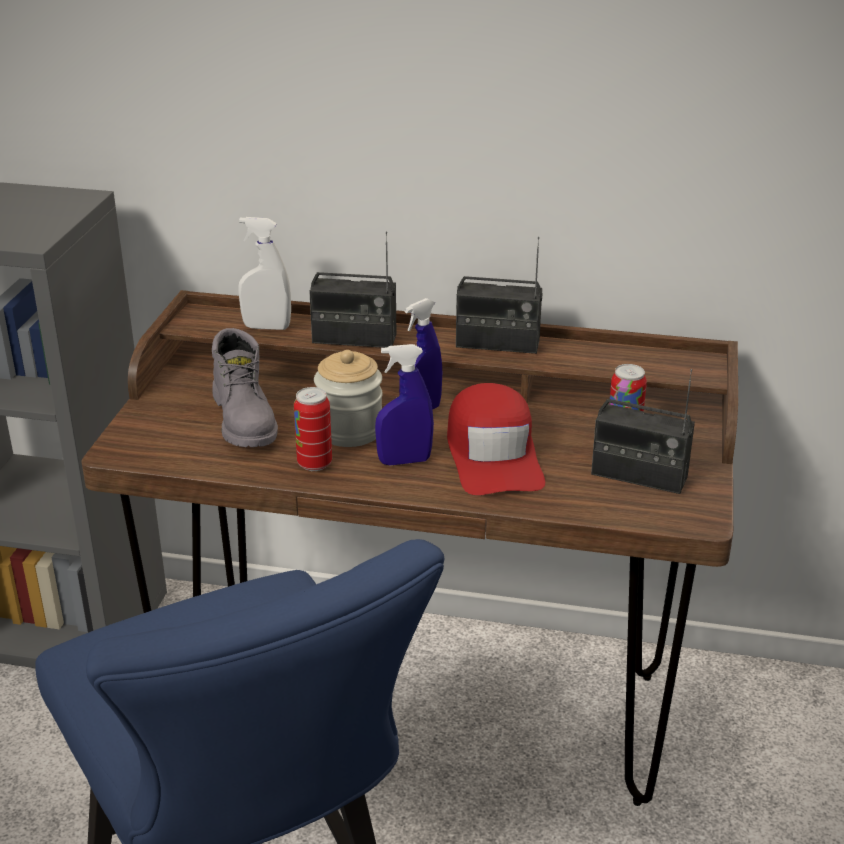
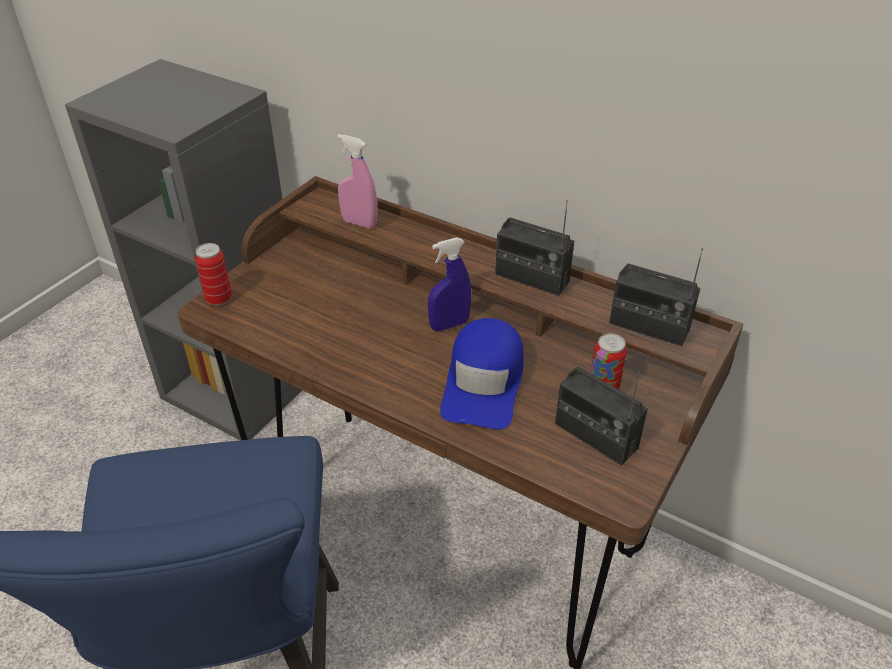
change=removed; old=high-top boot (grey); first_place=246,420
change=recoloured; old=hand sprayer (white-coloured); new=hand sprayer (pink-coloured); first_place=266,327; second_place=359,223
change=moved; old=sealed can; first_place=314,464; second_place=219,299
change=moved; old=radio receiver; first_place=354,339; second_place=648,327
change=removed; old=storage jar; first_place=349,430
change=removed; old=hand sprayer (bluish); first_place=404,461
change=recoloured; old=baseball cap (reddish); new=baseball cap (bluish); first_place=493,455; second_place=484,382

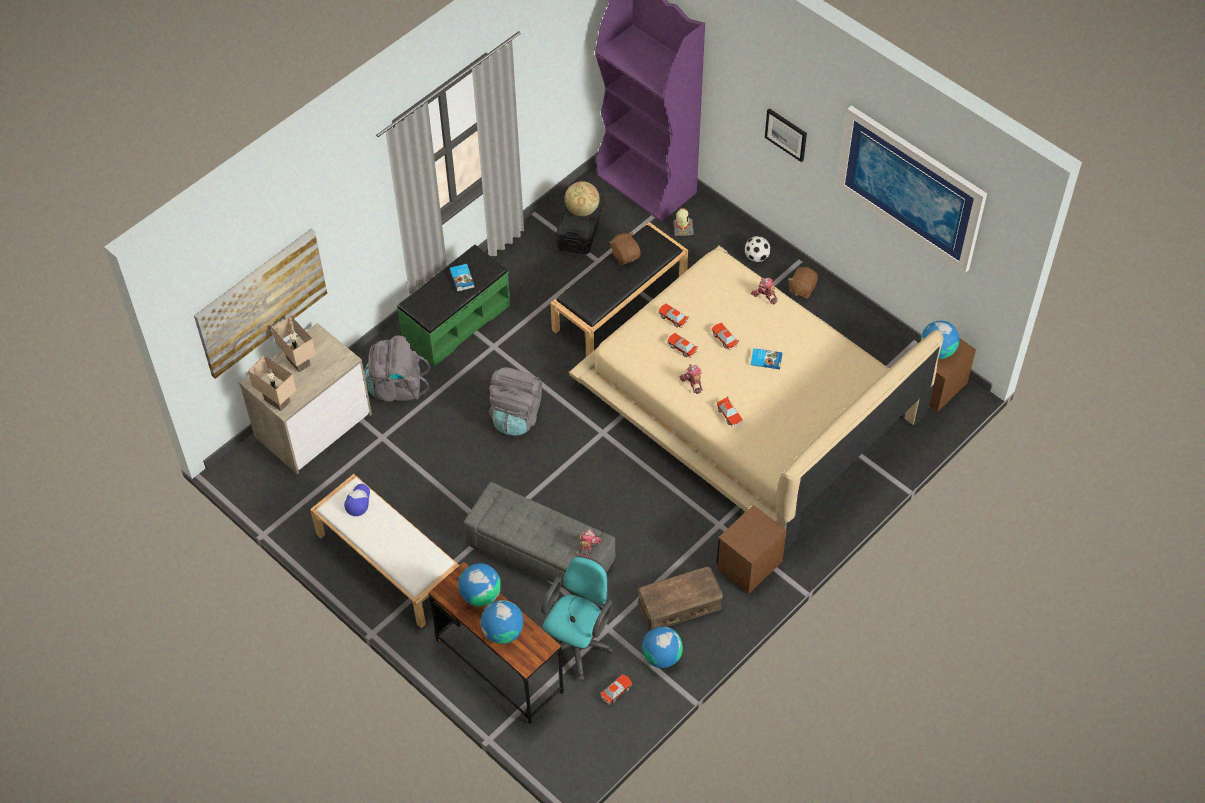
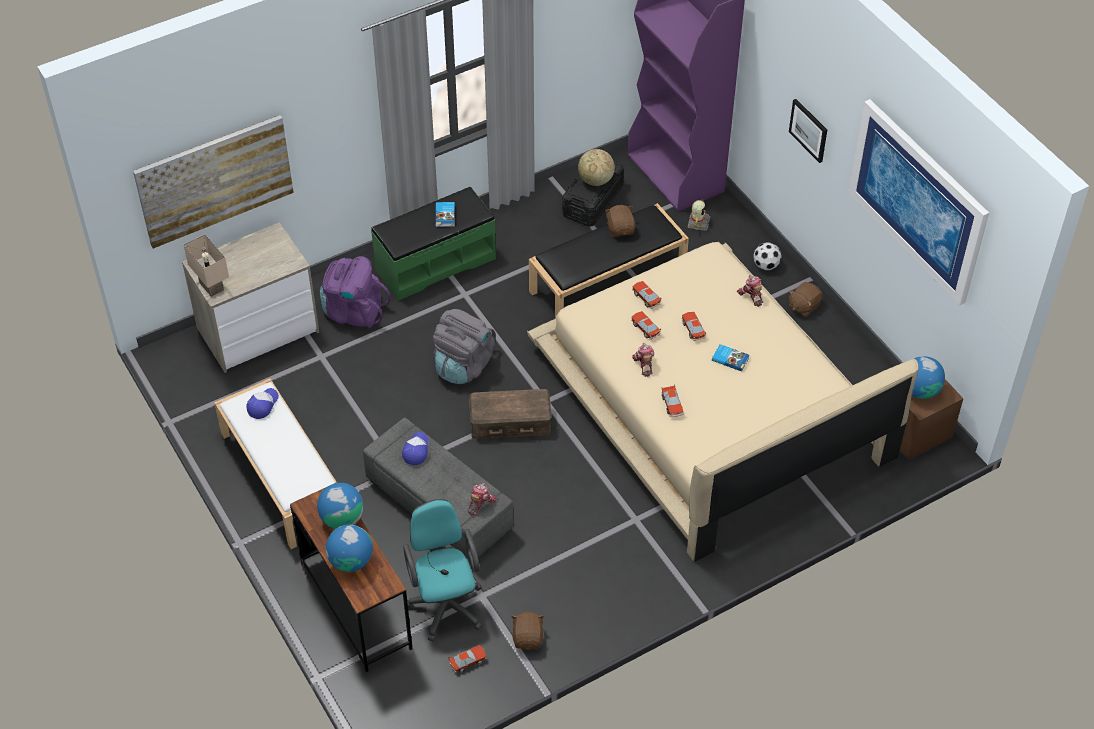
change=removed; old=lamp for a table (sand-coloured); first_place=297,362
change=recoloured; old=knapsack (grey); new=knapsack (purple); first_place=396,387; second_place=353,312
change=turned; old=office chair (turquoise); first_place=578,643; second_place=445,603; degrees=-60
change=moved; old=storage bin (brownish); first_place=679,605; second_place=510,422
change=replaced; old=world globe; new=plush toy (brownish); first_place=662,656; second_place=528,638
change=removed; old=night table (brownish); first_place=749,565
change=added; new=baseball cap; second_place=416,450

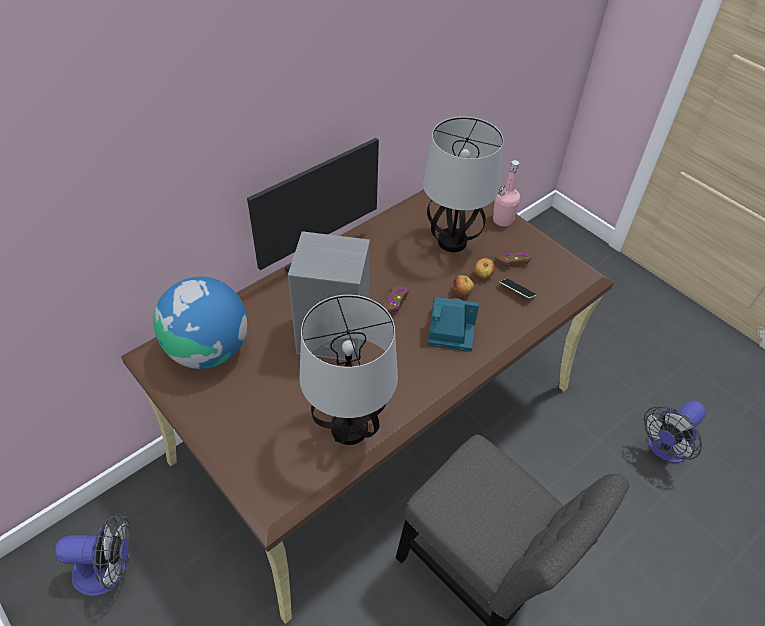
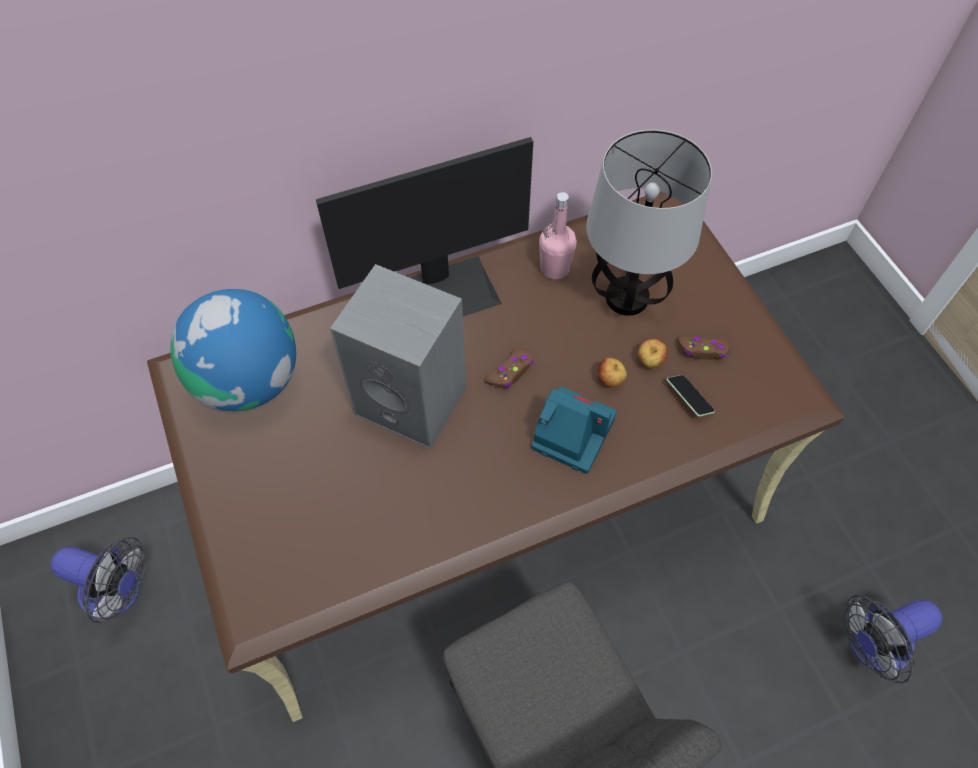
change=removed; old=lamp for a table; first_place=349,427
change=moved; old=bottle (pink-coloured); first_place=502,220; second_place=555,268

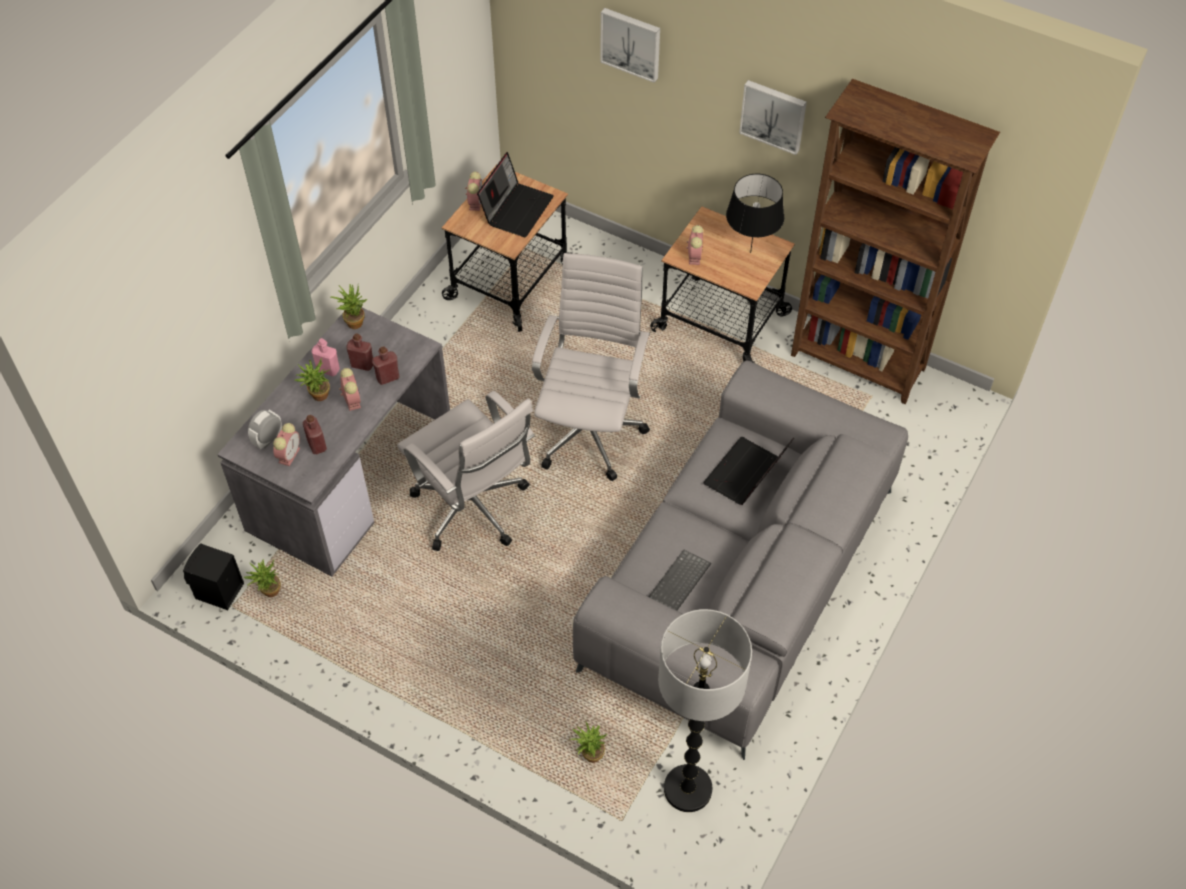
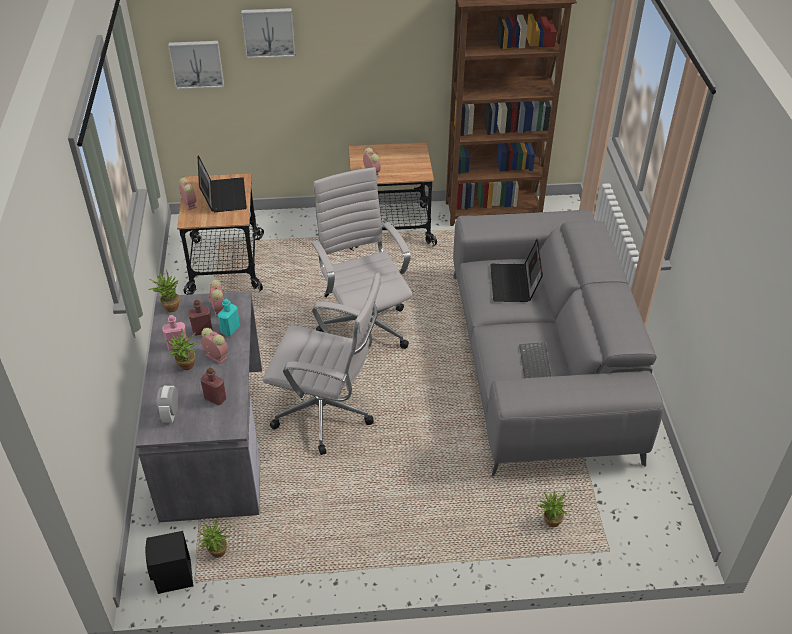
change=moved; old=table clock; first_place=289,454; second_place=219,308
change=recoloured; old=bottle (reddish); new=bottle (turquoise); first_place=388,377; second_place=230,329
change=removed; old=standing lamp; first_place=688,789
change=removed; old=lamp for a table (black-coloured); first_place=750,252
change=moved; old=picture; first_place=774,115; second_place=196,63

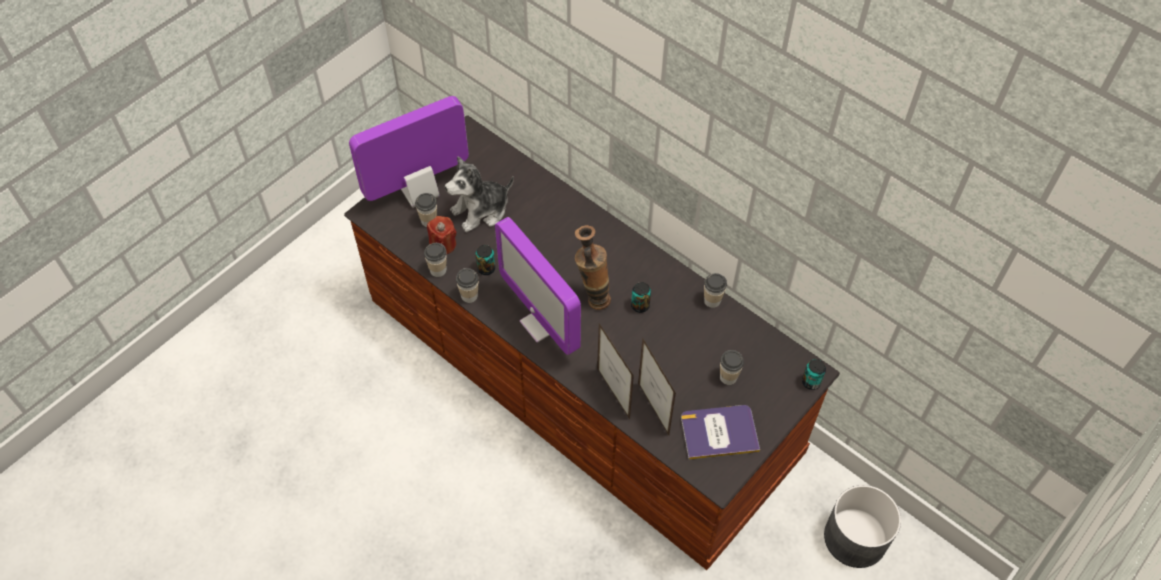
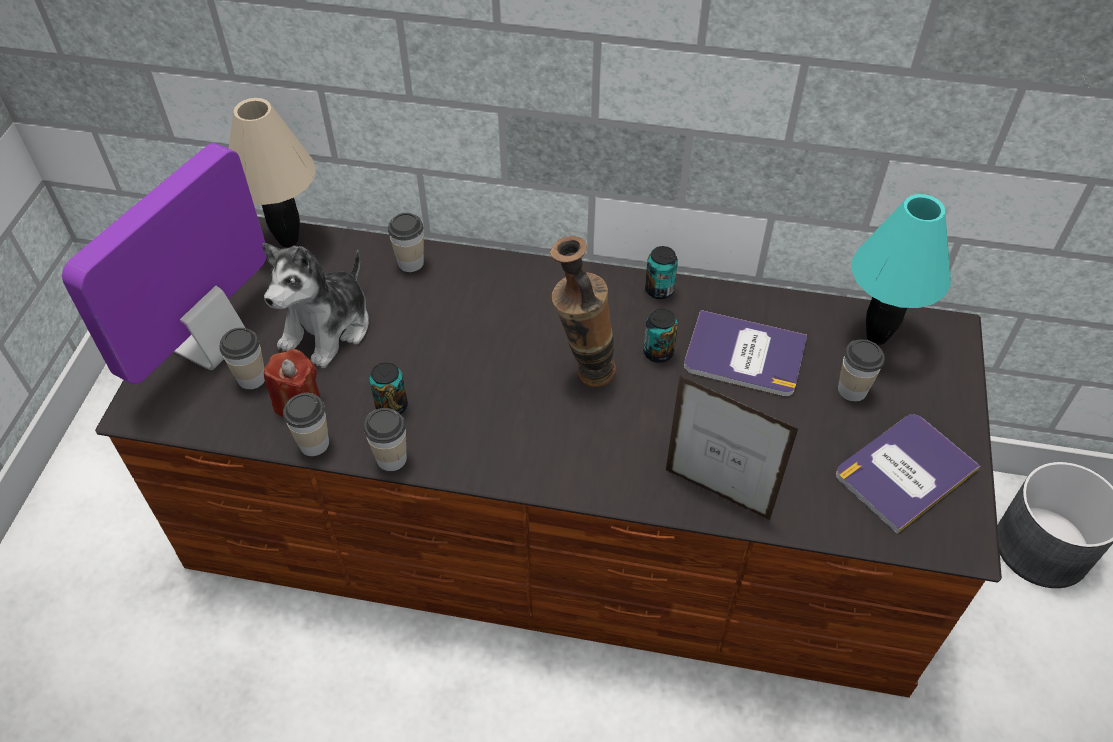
change=removed; old=computer display; first_place=542,323
change=removed; old=photo frame; first_place=653,409
change=moved; old=drinking cup; first_place=712,300; second_place=410,262
change=moved; old=sealed can; first_place=811,382; second_place=659,290
change=added; new=lamp for a table (sand-coloured); second_place=288,241
change=added; new=volume; second_place=744,355
change=added; new=lamp for a table (turquoise); second_place=876,336

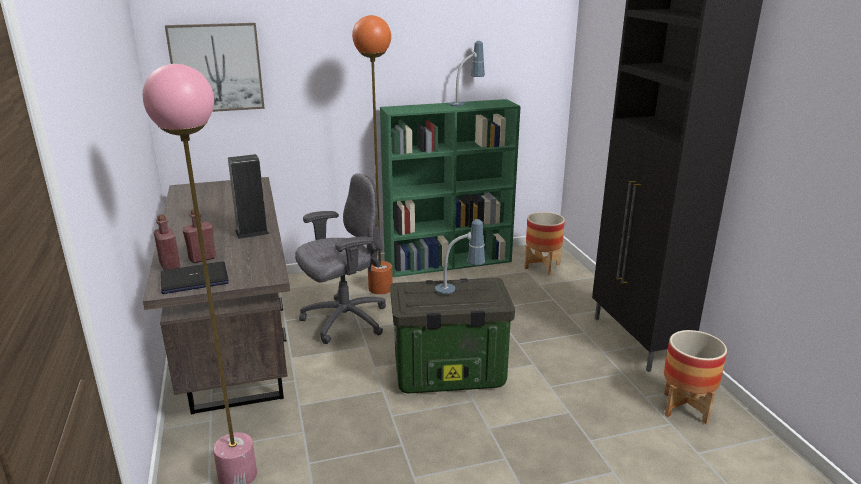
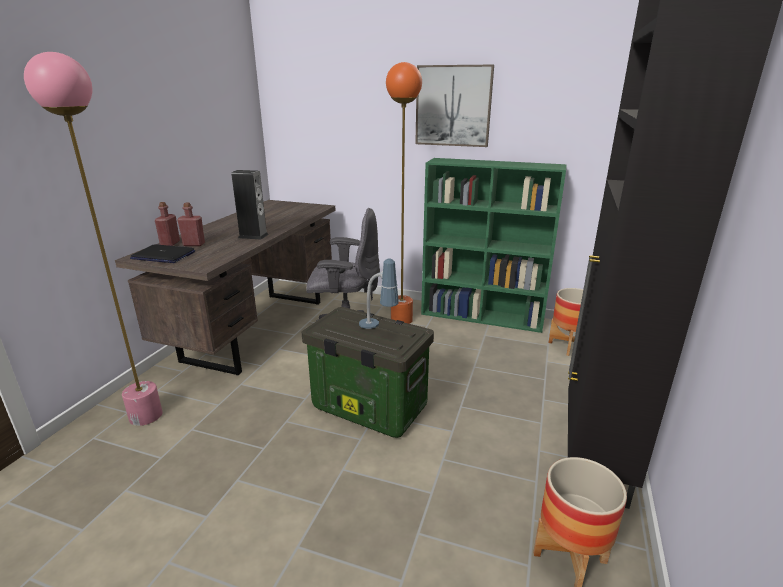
change=moved; old=picture; first_place=216,67; second_place=453,106
change=removed; old=lamp for a table; first_place=466,103

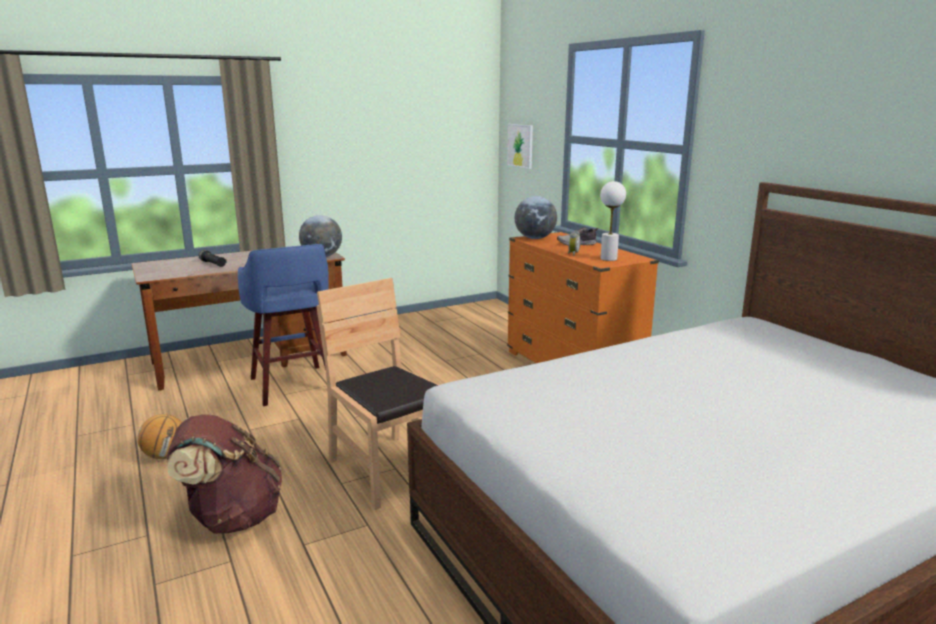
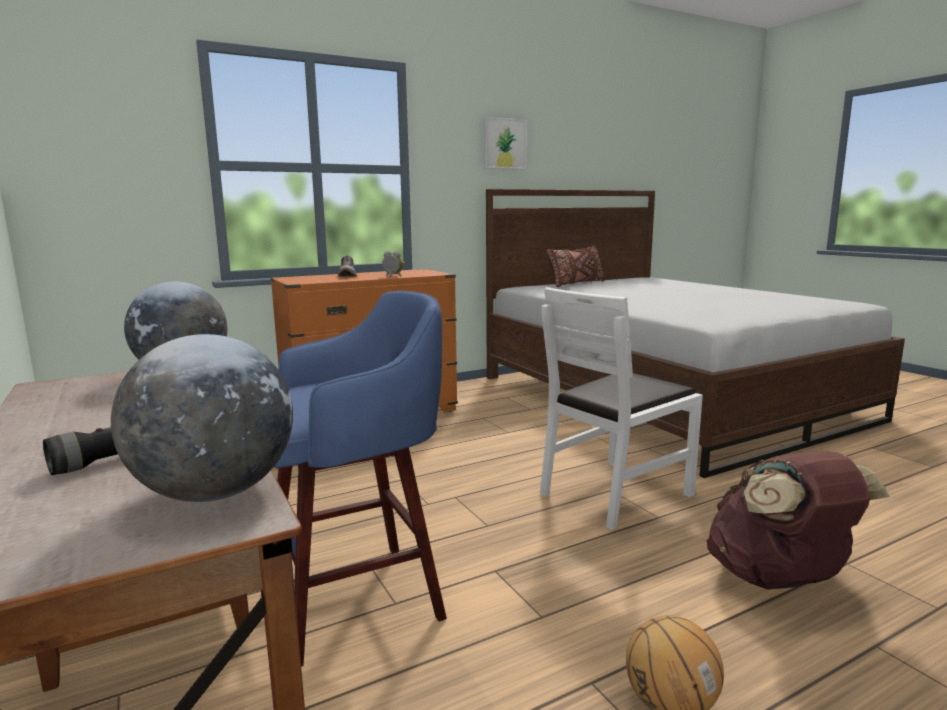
change=recoloured; old=plain chair (brownish); new=plain chair (white-coloured); first_place=389,469; second_place=615,493
change=moved; old=picture; first_place=520,145; second_place=504,144
change=moved; old=world globe; first_place=535,238; second_place=215,492
change=removed; old=lamp for a table (white-coloured); first_place=608,259
change=added; new=cushion (brownish); second_place=576,283

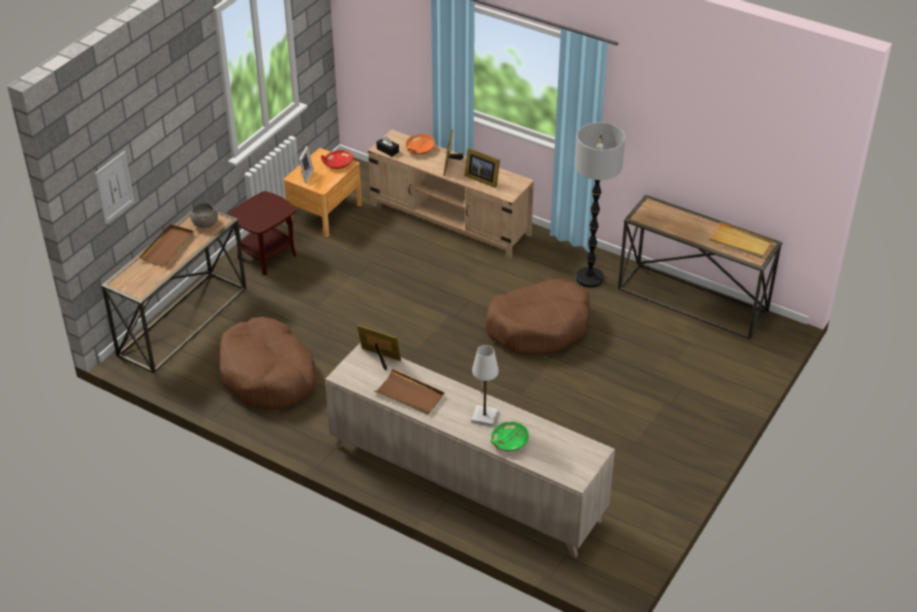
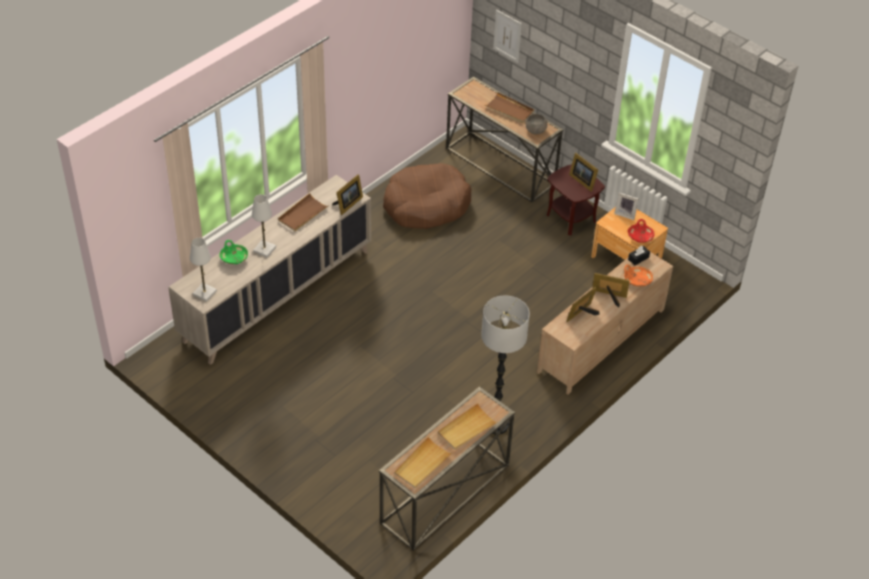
change=removed; old=pet bed (brownish); first_place=539,326
change=added; new=lamp for a table (white-coloured); second_place=204,293
change=added; new=serving tray (sand-coloured); second_place=466,429
change=added; new=photo frame; second_place=582,180

